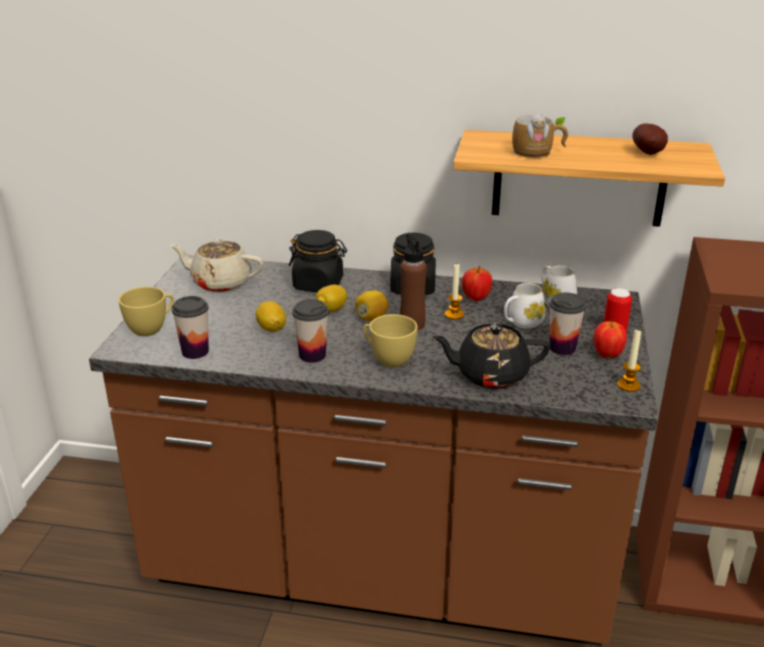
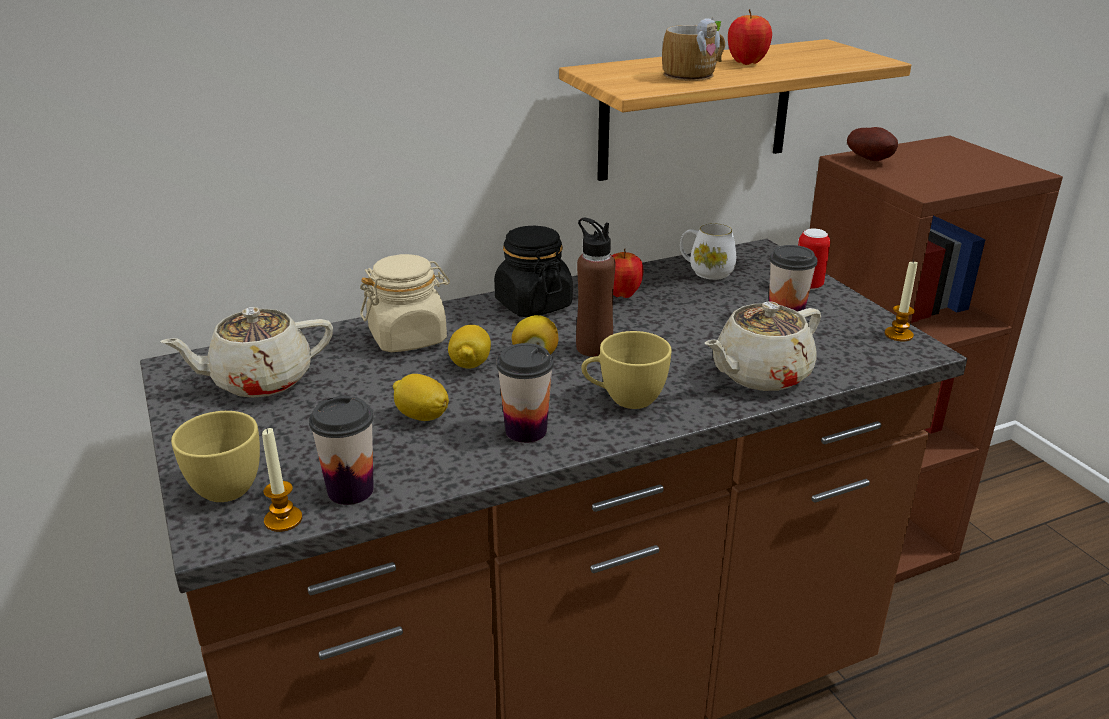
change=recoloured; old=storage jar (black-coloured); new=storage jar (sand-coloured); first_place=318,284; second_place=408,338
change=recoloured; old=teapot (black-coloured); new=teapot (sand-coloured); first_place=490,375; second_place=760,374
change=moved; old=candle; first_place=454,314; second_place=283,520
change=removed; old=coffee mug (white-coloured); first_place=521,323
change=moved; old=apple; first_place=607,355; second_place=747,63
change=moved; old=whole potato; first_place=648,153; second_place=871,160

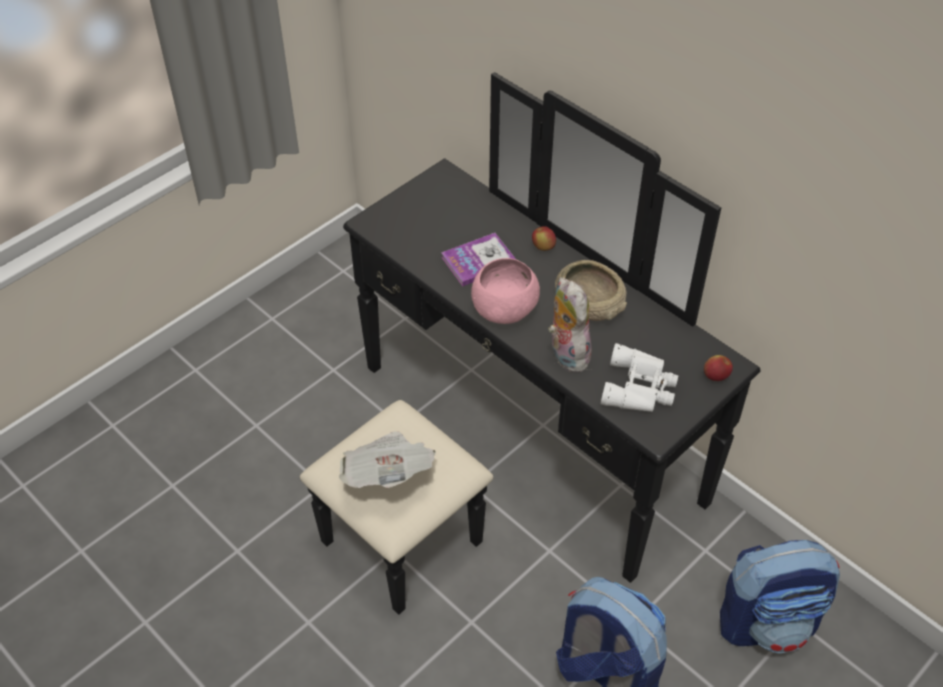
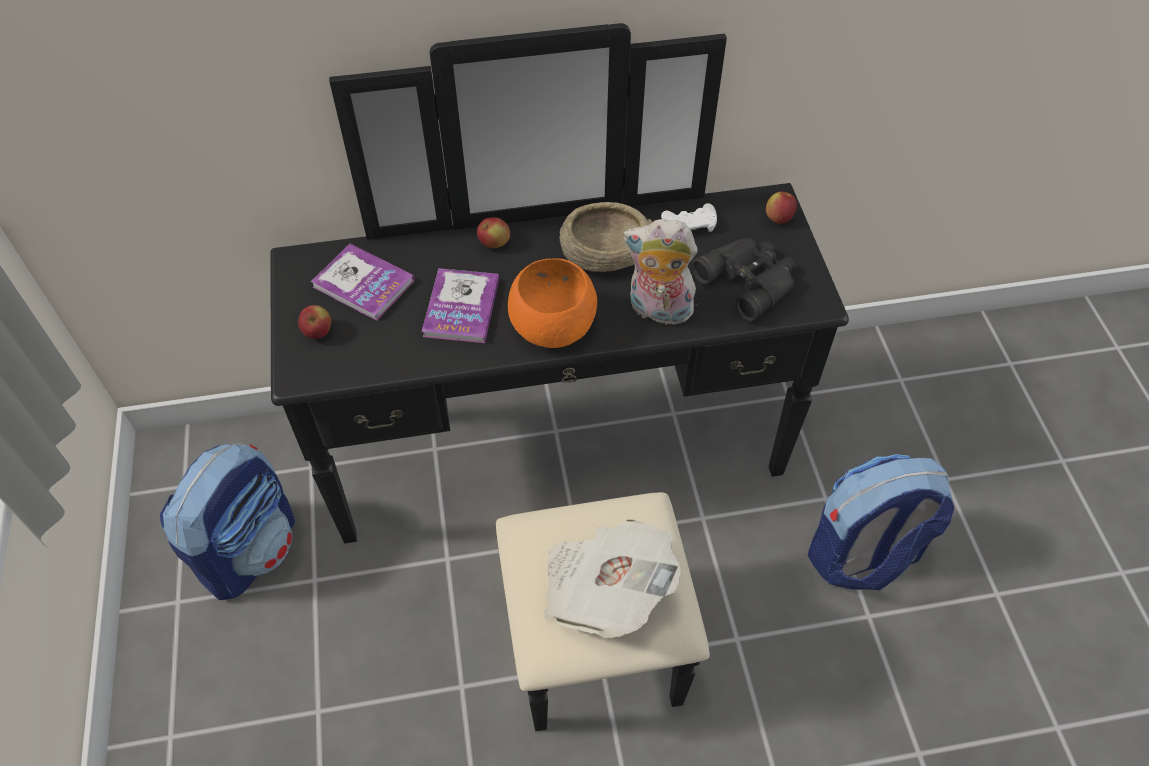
change=recoloured; old=serving bowl (pink-coloured); new=serving bowl (orange-coloured); first_place=503,309; second_place=551,327
change=recoloured; old=binoculars (white-coloured); new=binoculars (black-coloured); first_place=640,387; second_place=749,280
change=moved; old=knapsack; first_place=768,622; second_place=249,549
change=added; new=apple; second_place=318,332
change=added; new=volume; second_place=363,284
change=added; new=gamepad (white-coloured); second_place=690,224

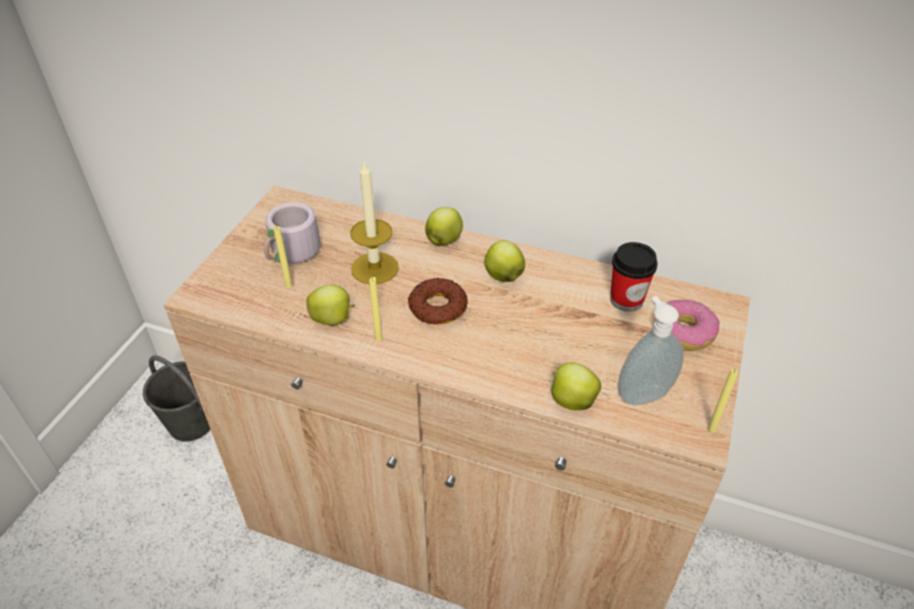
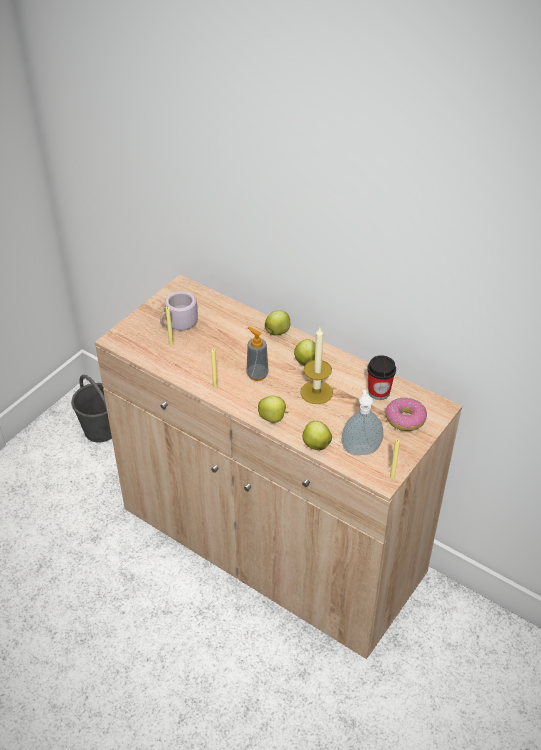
change=moved; old=apple; first_place=333,319; second_place=273,418
change=moved; old=candle; first_place=374,268; second_place=316,392
change=replaced; old=doughnut; new=liquid soap bottle; first_place=437,307; second_place=257,374

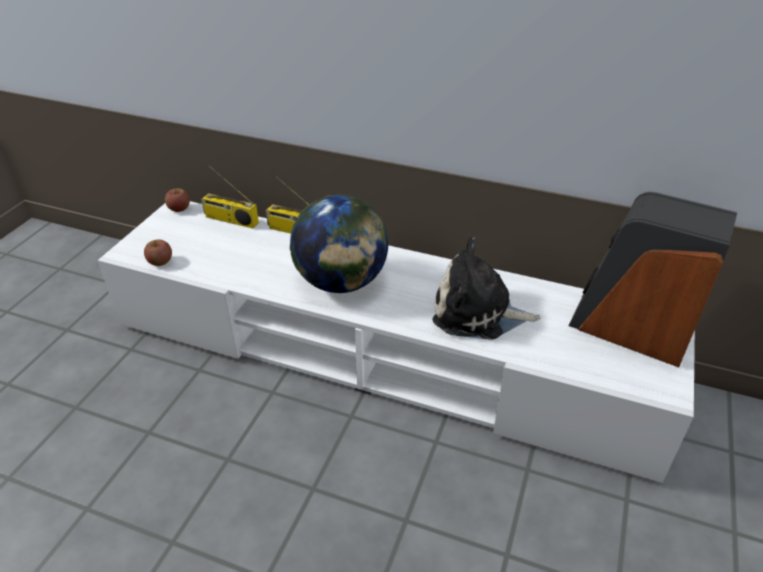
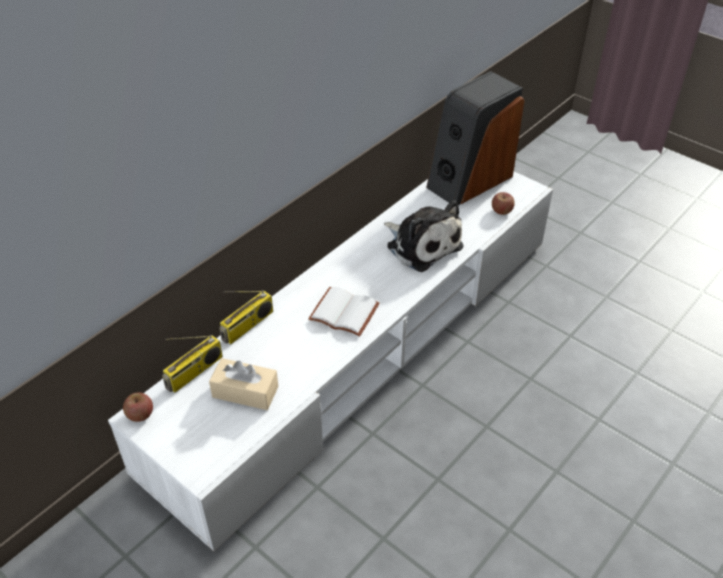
change=moved; old=apple; first_place=160,261; second_place=501,211
change=replaced; old=world globe; new=volume (white-coloured); first_place=341,283; second_place=346,312
change=turned; old=plush toy; first_place=478,313; second_place=422,245; degrees=-75
change=added; new=box of tissues (sand-coloured); second_place=245,392

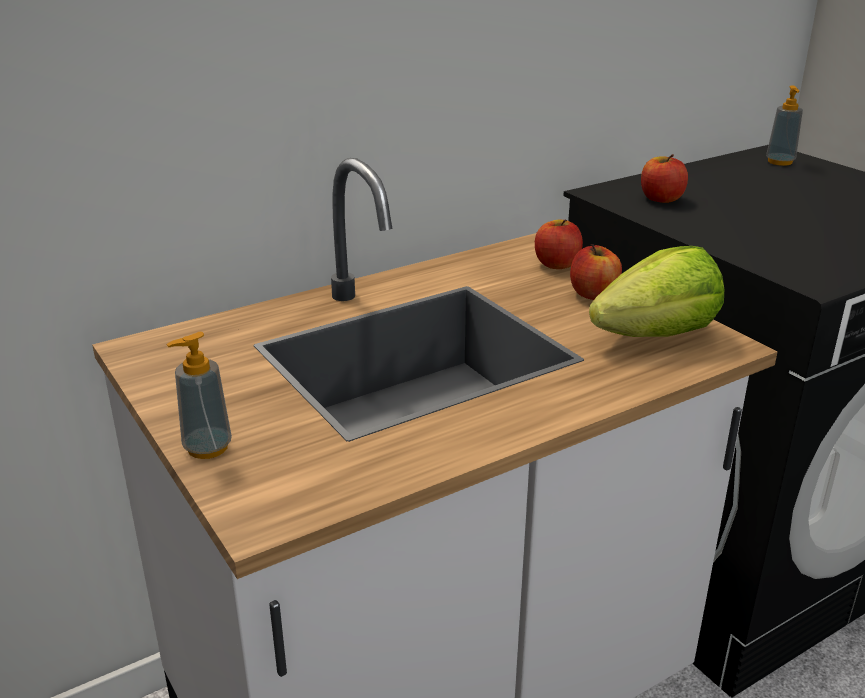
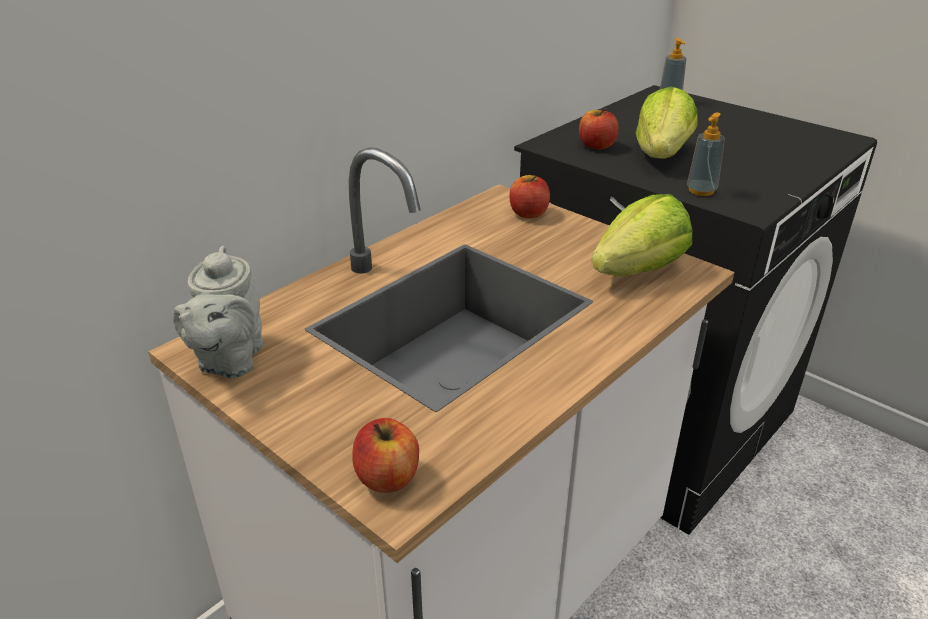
change=moved; old=liquid soap bottle; first_place=207,448; second_place=701,191
change=moved; old=apple; first_place=593,294; second_place=387,477
change=added; new=teapot (grey); second_place=229,360
change=added; new=lettuce; second_place=661,155

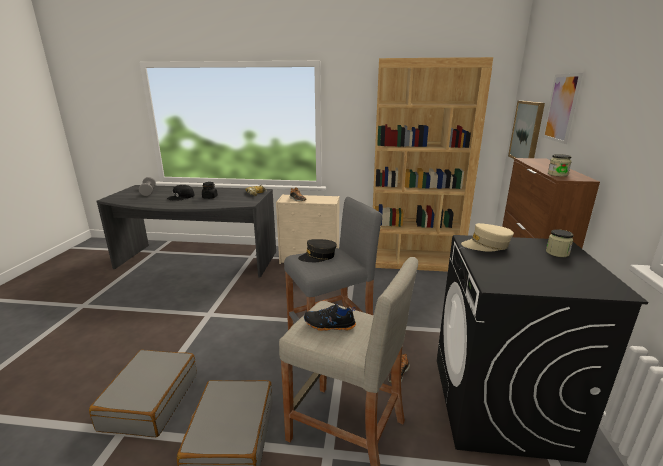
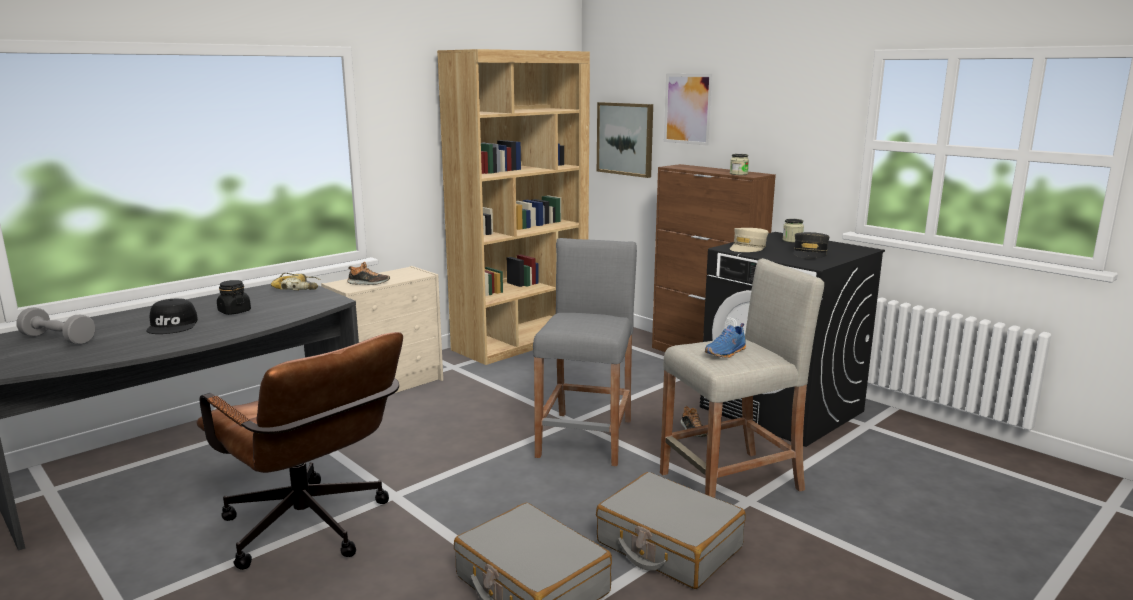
change=moved; old=baseball cap (grey); first_place=318,257; second_place=810,253
change=recoloured; old=low shoe (black-coloured); new=low shoe (bluish); first_place=329,325; second_place=726,353
change=added; new=office chair (brownish); second_place=312,531

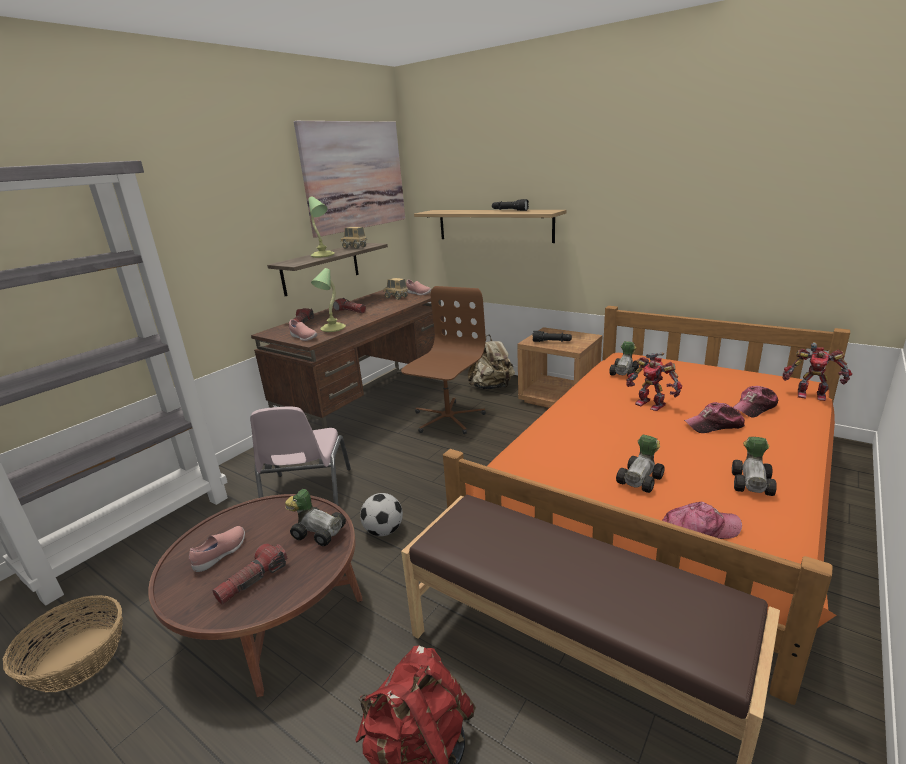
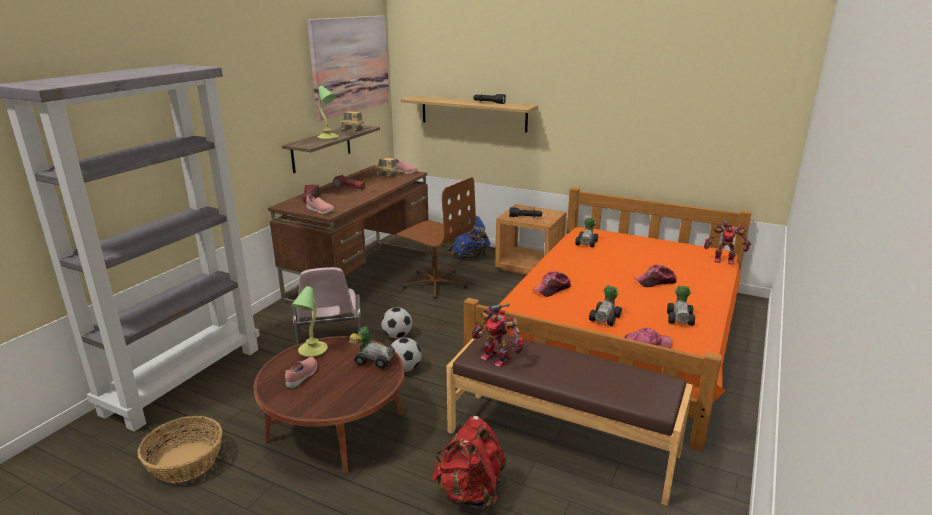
change=removed; old=torch; first_place=253,581
change=moved; old=lamp for a table; first_place=332,329; second_place=312,350
change=turned; old=office chair (brownish); first_place=447,418; second_place=435,283; degrees=105
change=recoloured; old=knapsack (sand-coloured); new=knapsack (bluish); first_place=492,387; second_place=469,257
change=moved; old=robot figure; first_place=651,404; second_place=496,358
change=moved; old=baseball cap; first_place=754,408; second_place=552,289
change=added; new=ball for football; second_place=397,336

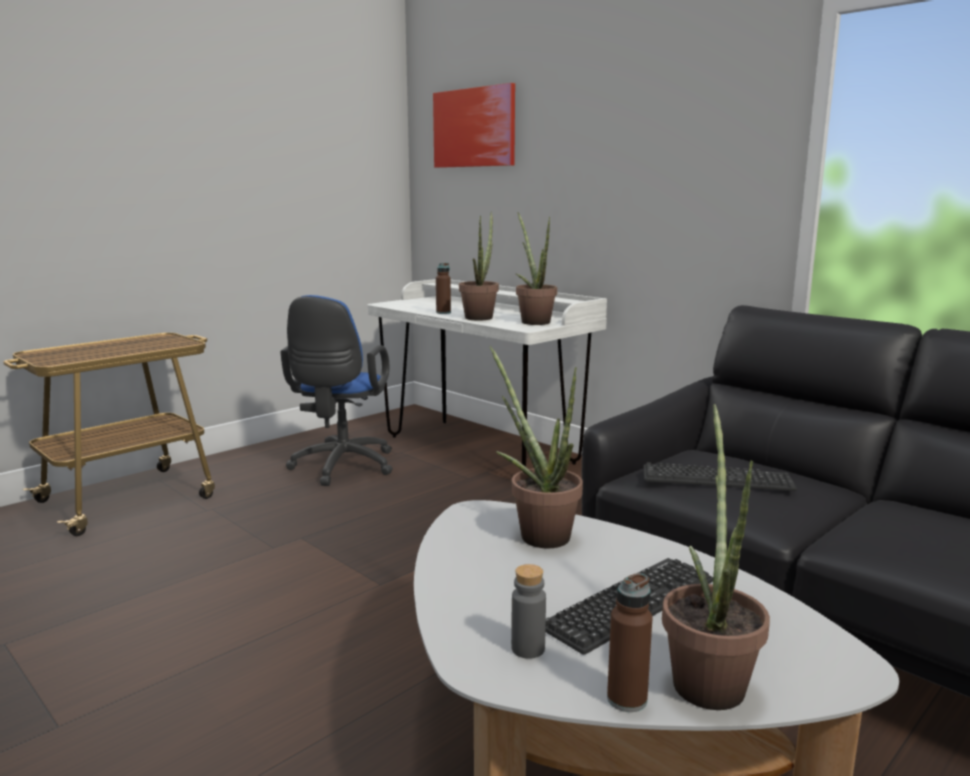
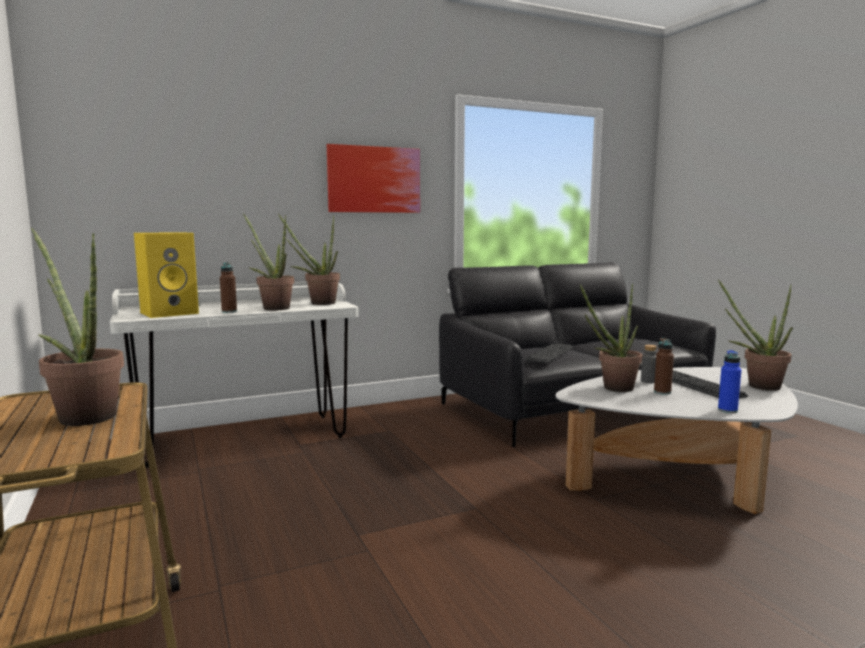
change=removed; old=office chair (bluish); first_place=341,468
change=moved; old=picture; first_place=474,128; second_place=374,180
change=moved; old=bottle (grey); first_place=528,649; second_place=648,381
change=moved; old=bottle (brownish); first_place=627,699; second_place=662,392
change=added; new=houseplant; second_place=83,415
change=added; new=audio speaker (yellowish); second_place=170,313
change=added; new=bottle (bluish); second_place=727,410

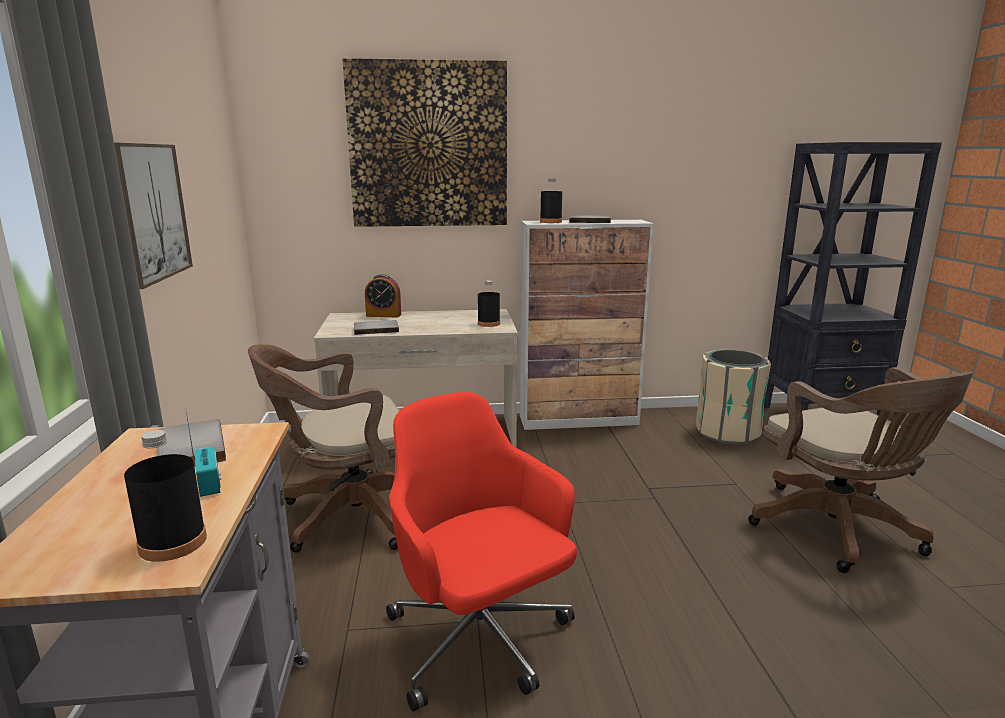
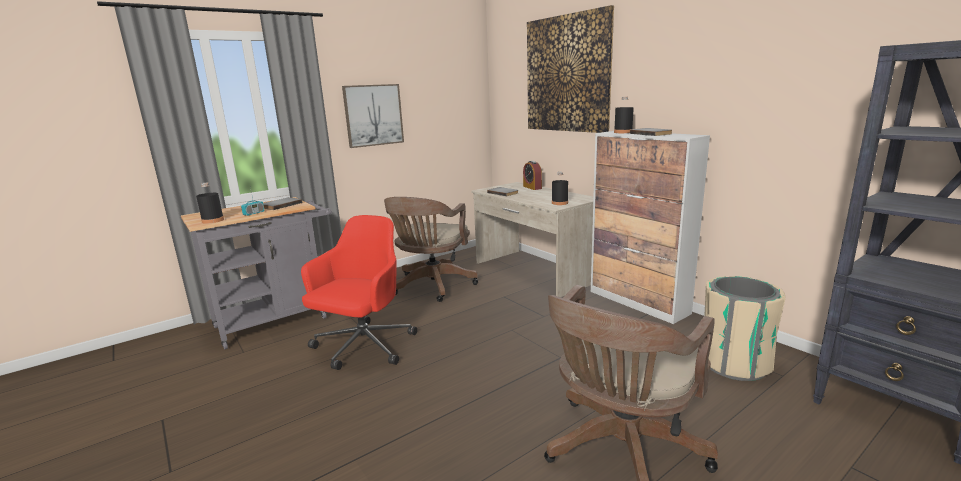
change=turned; old=office chair (brownish); first_place=348,516; second_place=432,286; degrees=-105

